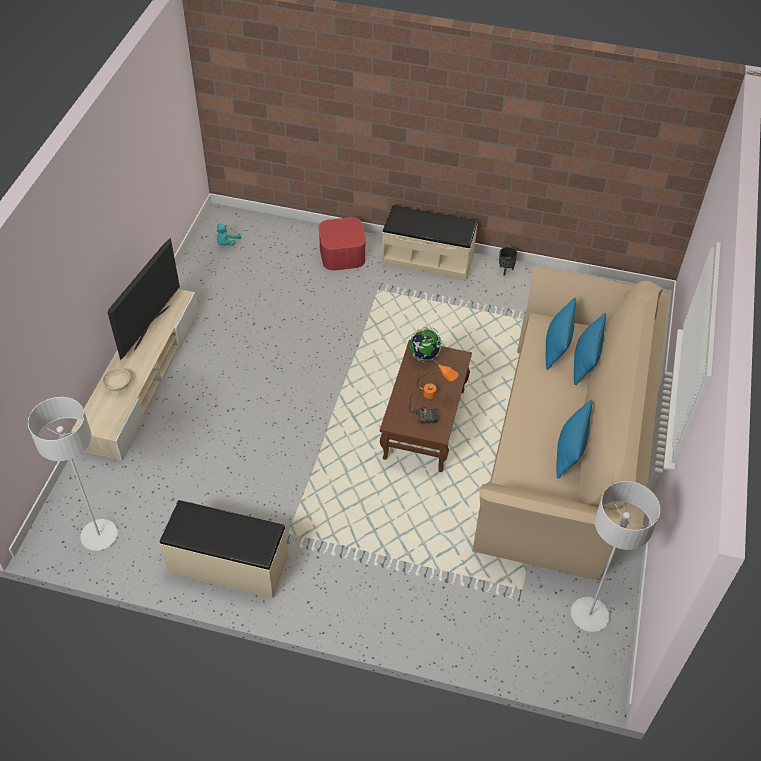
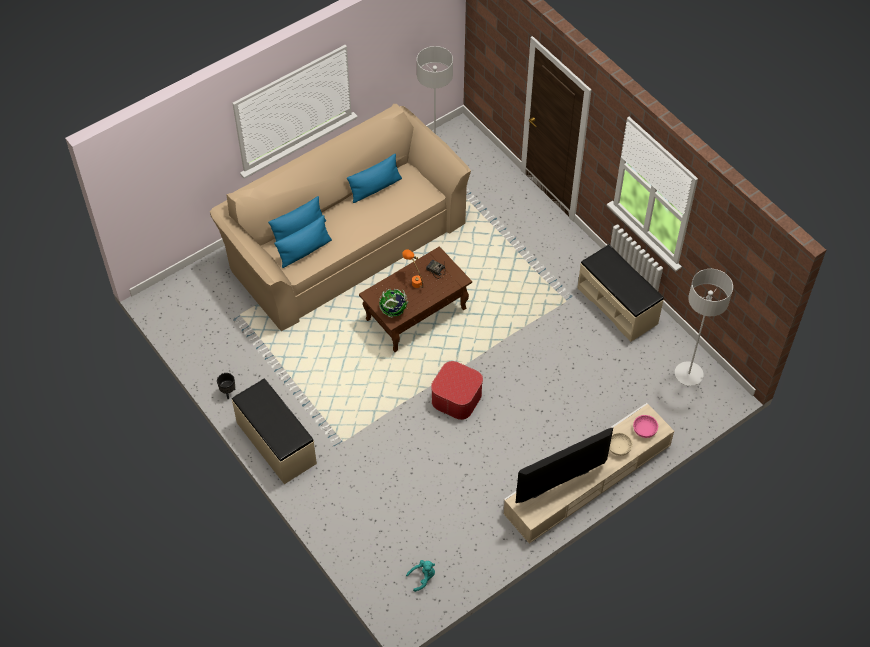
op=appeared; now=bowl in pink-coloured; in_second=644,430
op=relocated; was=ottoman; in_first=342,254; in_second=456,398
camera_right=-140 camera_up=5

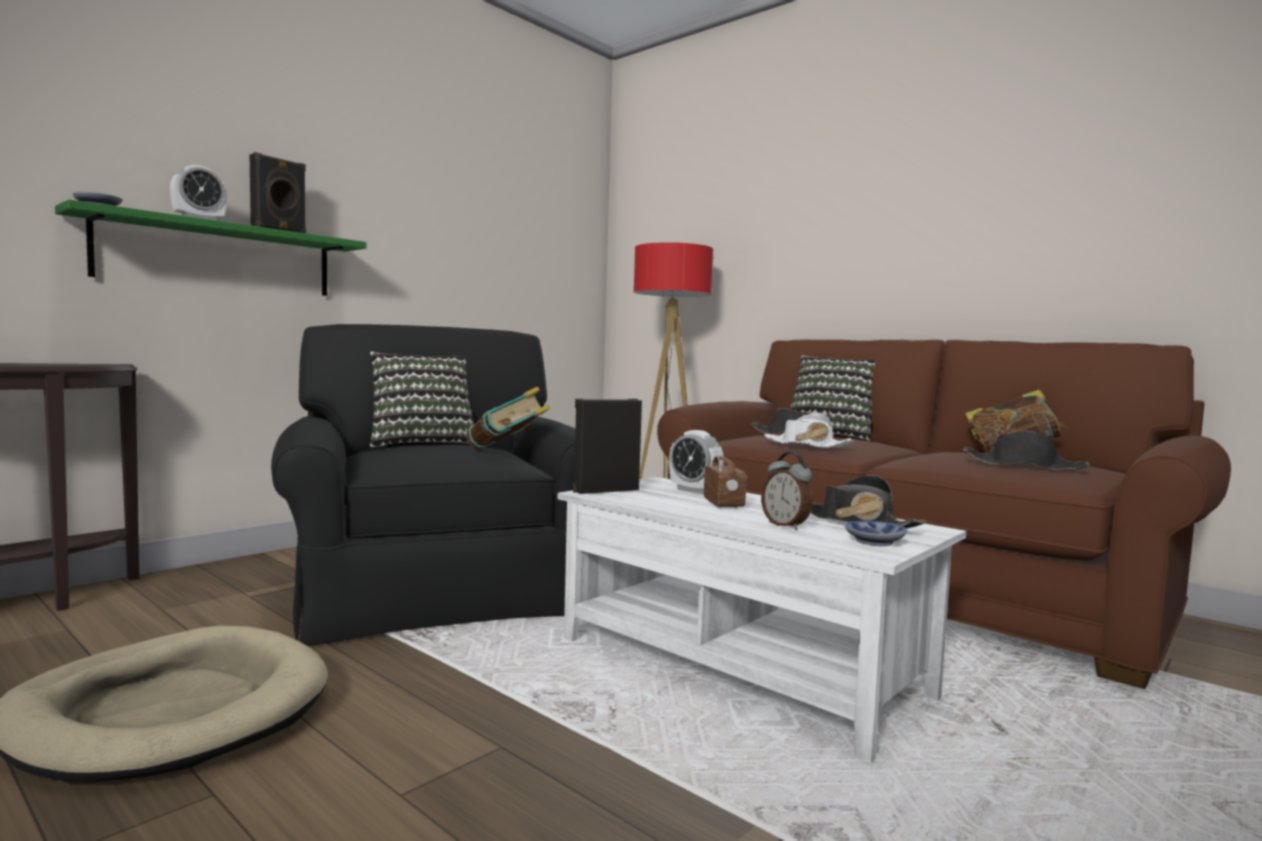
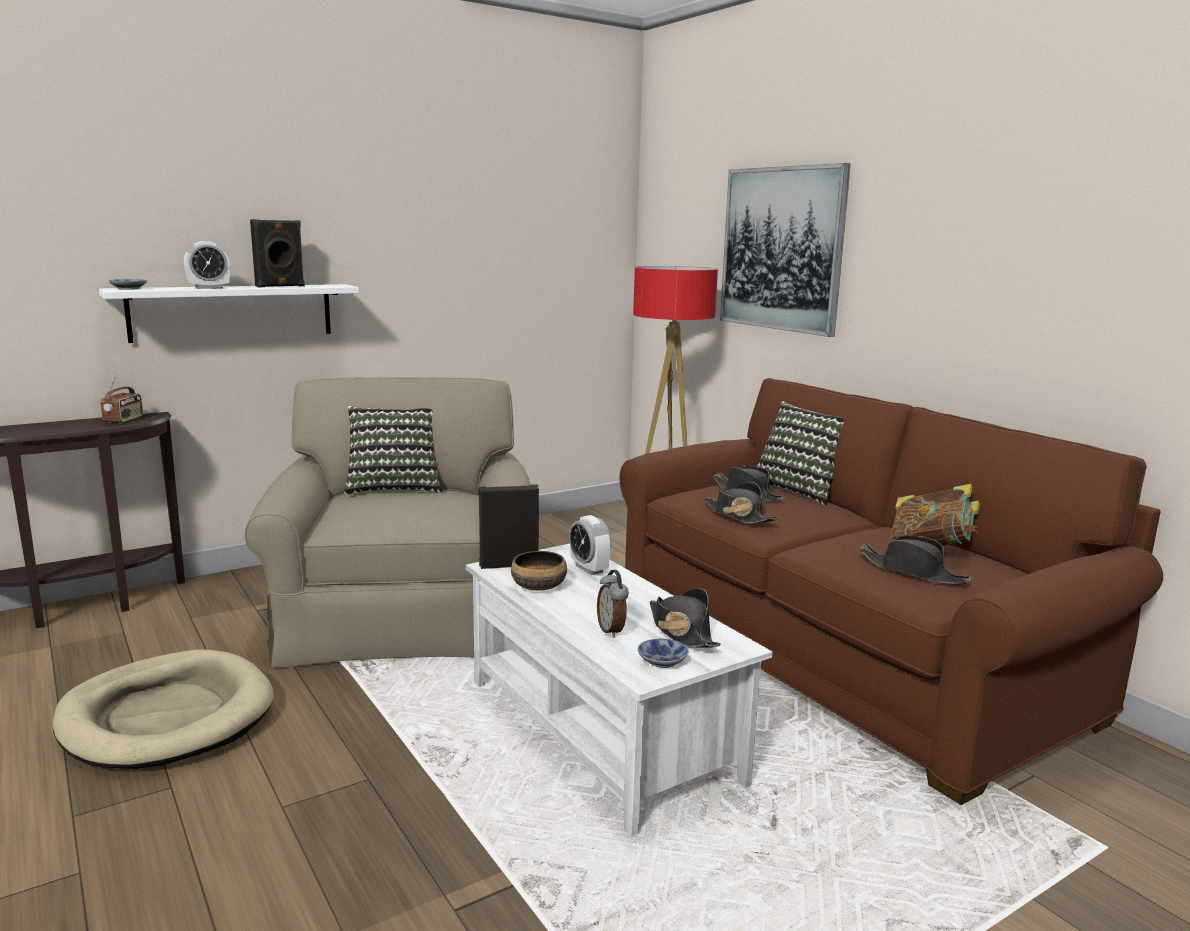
op=missing; was=volume; in_first=506,452
op=appeared; now=bowl; in_second=539,586
op=appeared; now=wall picture; in_second=782,249
op=relocated; was=radio; in_first=724,504; in_second=124,420
op=colour; was=shelf in greenish; now=shelf in white-coloured; in_first=219,257; in_second=232,312
op=colour; was=easy chair in blackish; now=easy chair in sand-coloured; in_first=437,585; in_second=406,611
op=colour; was=clothing hat in white-coloured; now=clothing hat in blackish; in_first=807,445; in_second=738,515
camera_right=15 camera_up=10

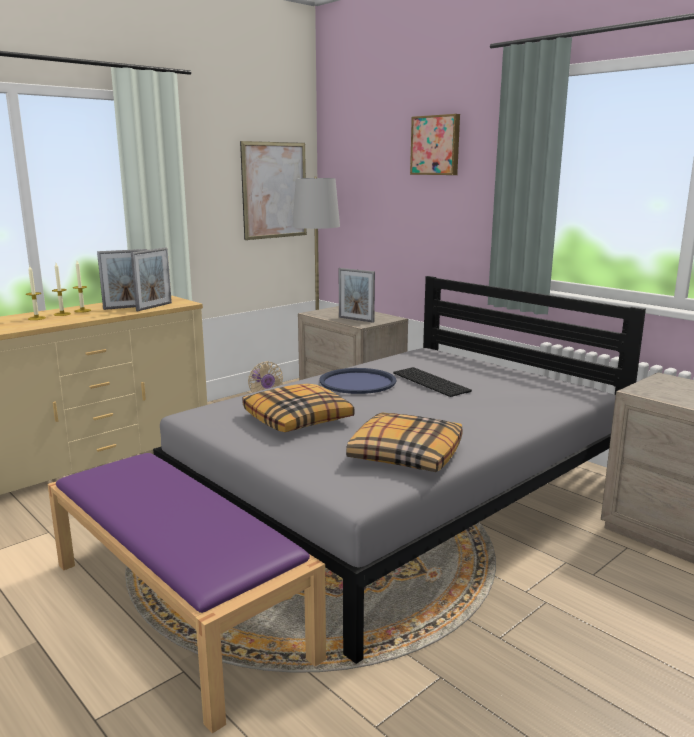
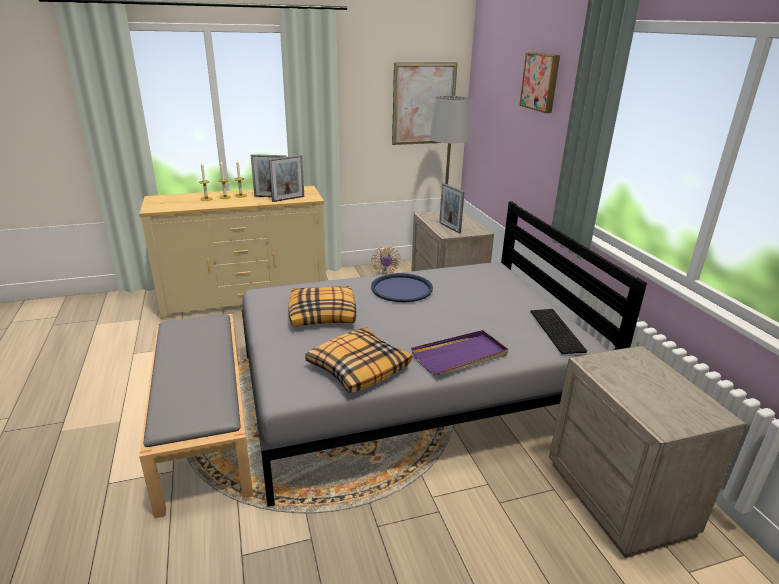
op=appeared; now=carrying tray in purple-coloured; in_second=460,355
op=relocated; was=keyboard; in_first=432,382; in_second=558,331
op=colour; was=indoor bench in purple-coloured; now=indoor bench in gray; in_first=180,608; in_second=205,427
camera_right=25 camera_up=10

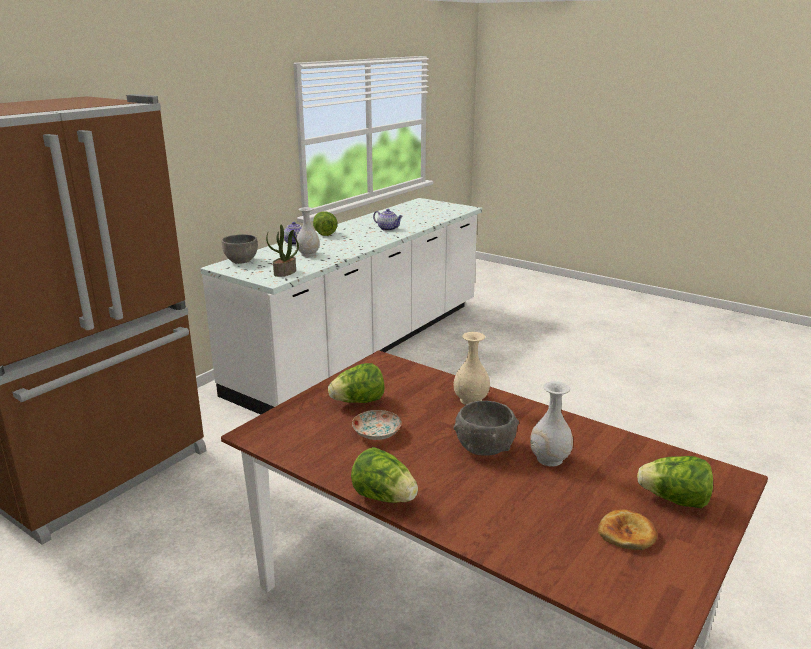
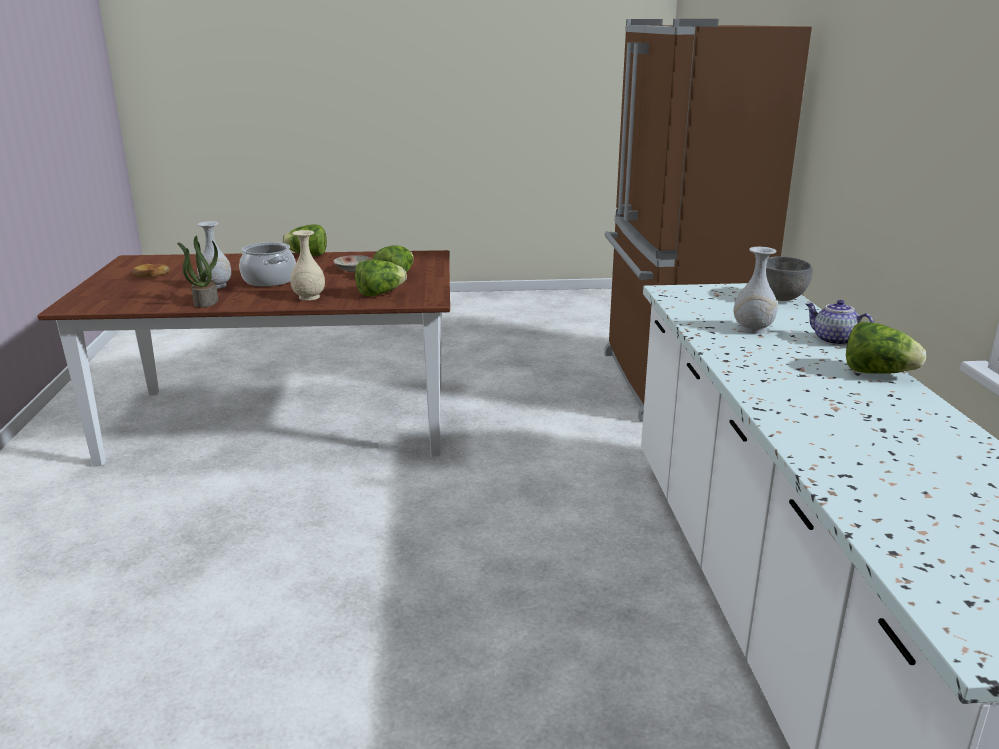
op=missing; was=tea pot; in_first=388,229
op=relocated; was=potted plant; in_first=285,273; in_second=205,301
op=relocated; was=lettuce; in_first=674,500; in_second=379,294
op=exchanged; was=bowl in gray; now=saucepot; in_first=484,447; in_second=269,280
camera_right=140 camera_up=0

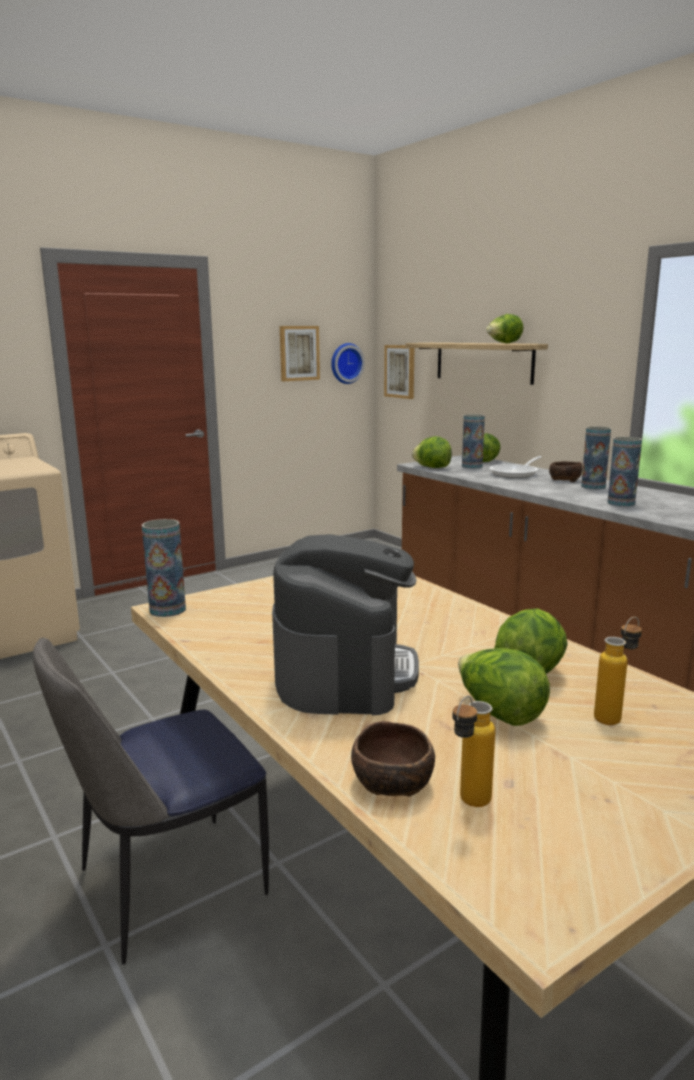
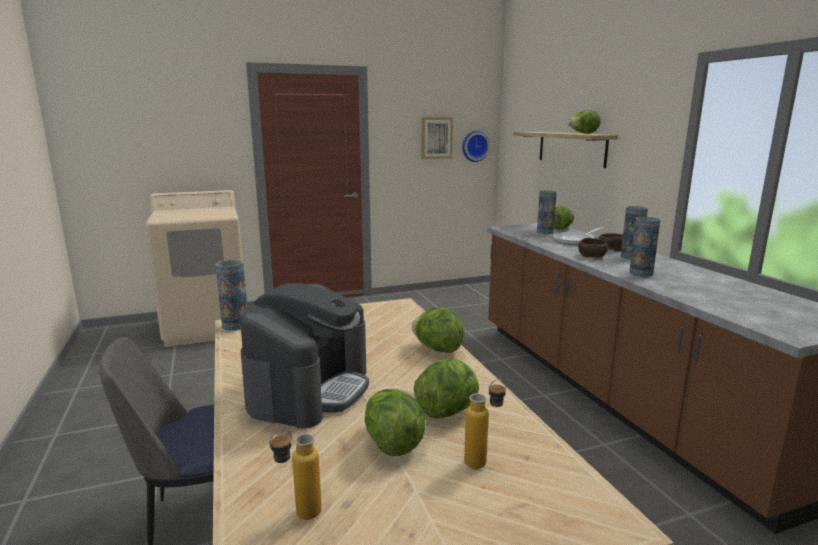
op=missing; was=wall picture; in_first=400,371
op=relocated; was=bowl in brown-coloured; in_first=394,782; in_second=592,256
op=relocated; was=lettuce; in_first=432,467; in_second=437,349
camera_right=15 camera_up=0

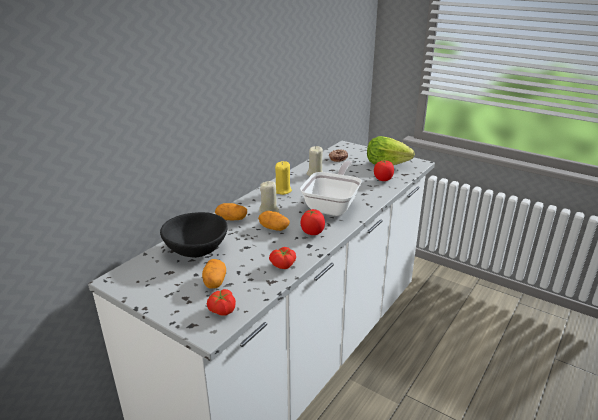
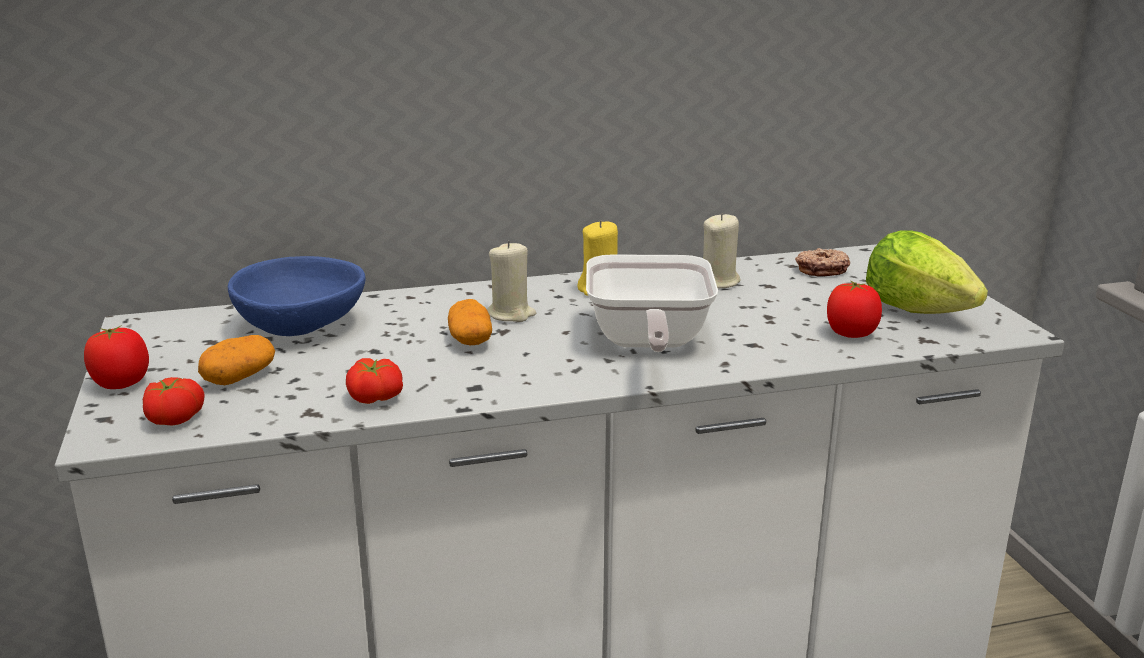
op=missing; was=potato; in_first=231,219
op=relocated; was=fresh tomato; in_first=312,232; in_second=121,384
op=colour; was=bowl in blackish; now=bowl in blue-coloured; in_first=196,250; in_second=300,327
op=spun; was=pan; in_first=333,205; in_second=647,343; clockwise=120
camera_right=40 camera_up=-5

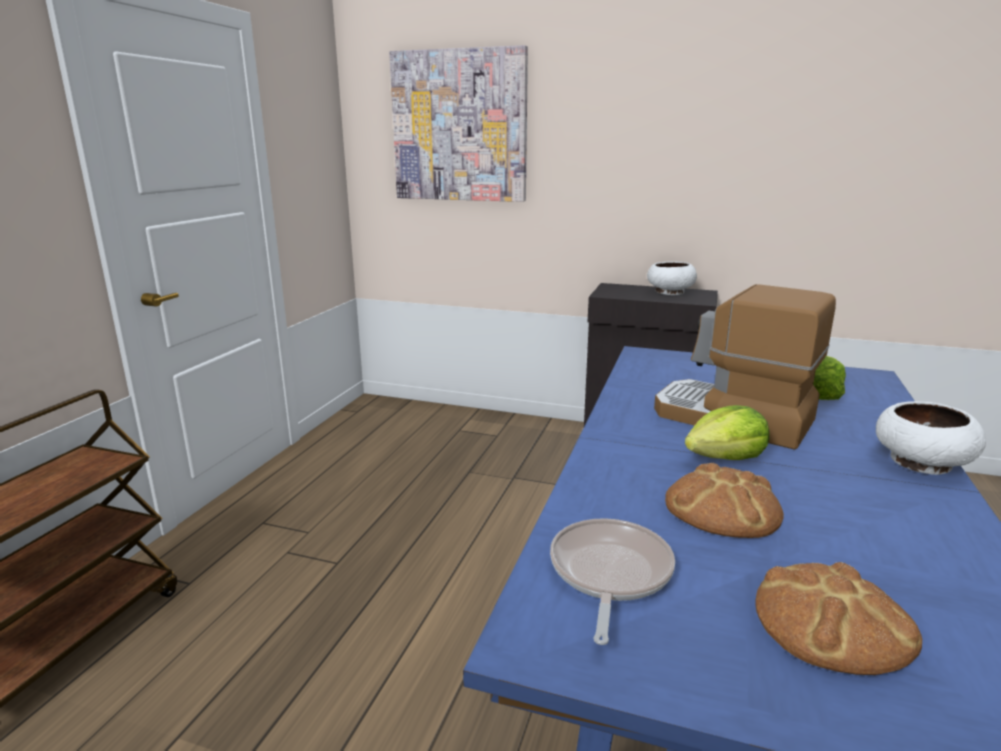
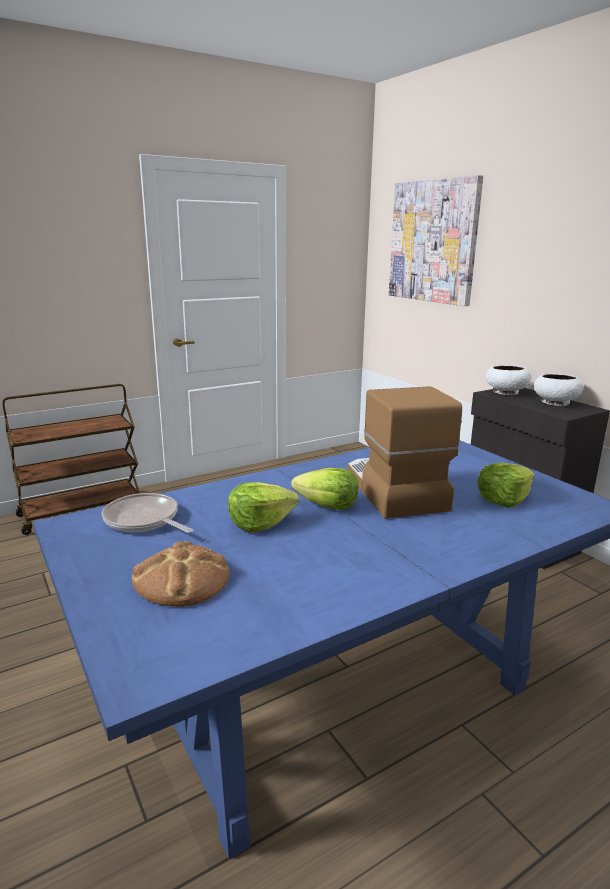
op=relocated; was=bowl in white-coloured; in_first=920,463; in_second=505,392
op=exchanged; was=baked bread; now=lettuce; in_first=722,508; in_second=260,523
op=spun; was=pan; in_first=609,574; in_second=144,520; clockwise=-105
camera_right=40 camera_up=0

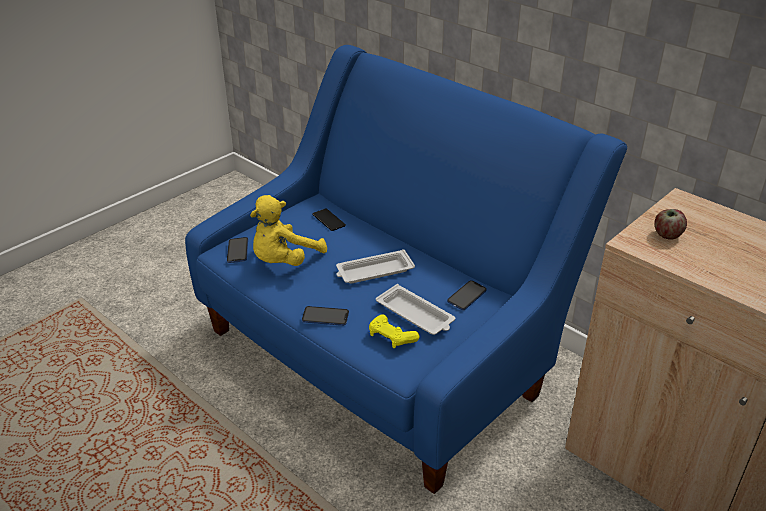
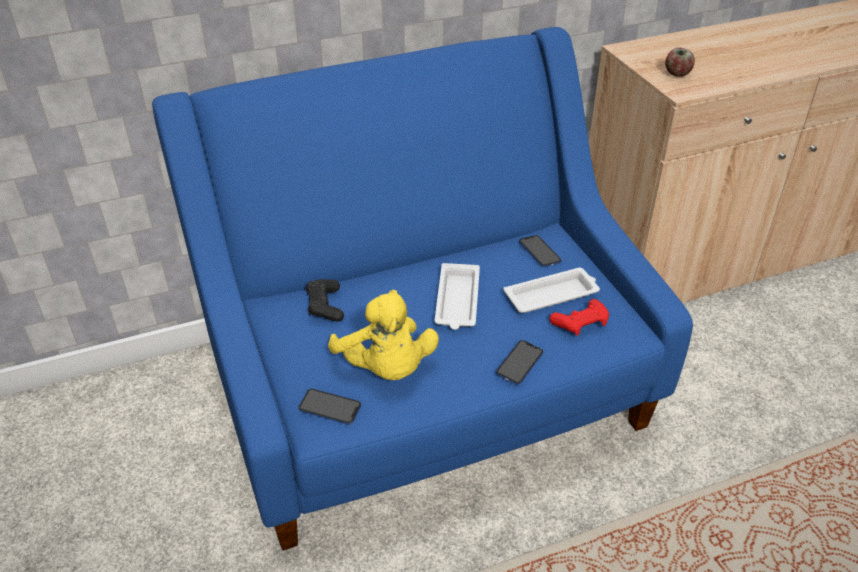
op=exchanged; was=handset; now=gamepad in blackish; in_first=328,220; in_second=325,306
op=colour; was=gamepad in yellow; now=gamepad in reddish; in_first=391,337; in_second=580,323
camera_right=-65 camera_up=5

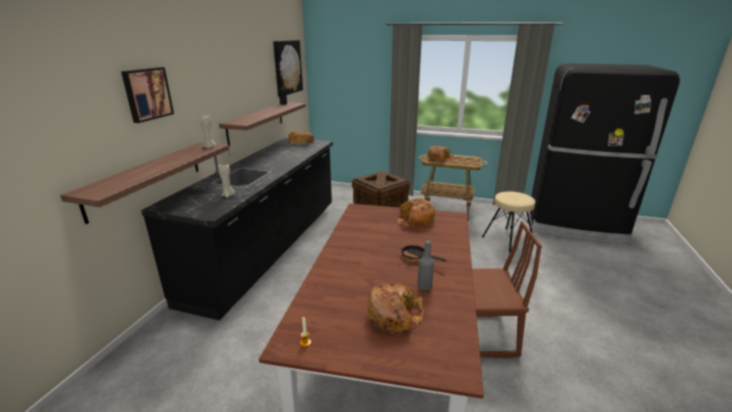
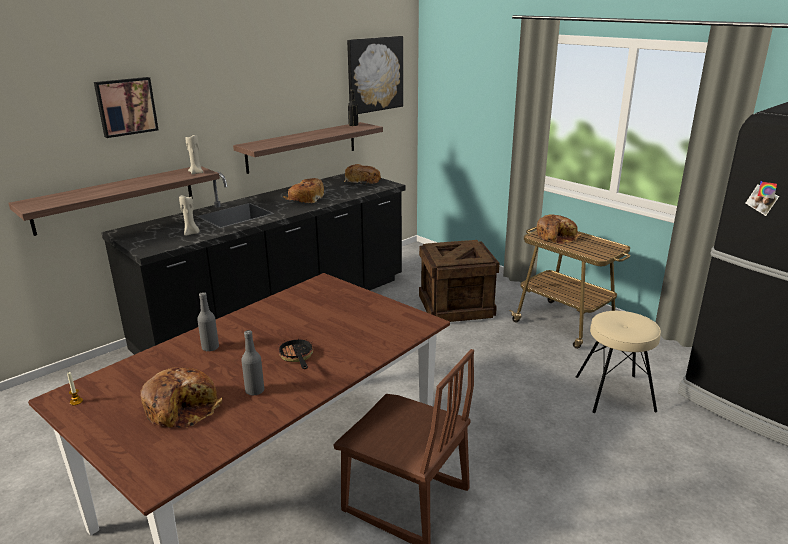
op=appeared; now=bottle in gray; in_second=210,347
op=relocated; was=baked bread; in_first=415,220; in_second=305,198
camera_right=30 camera_up=0

